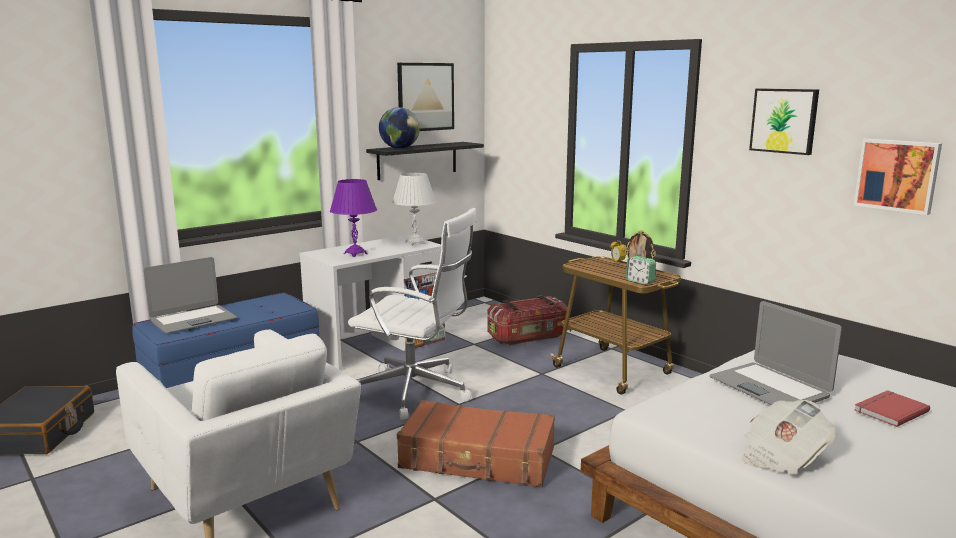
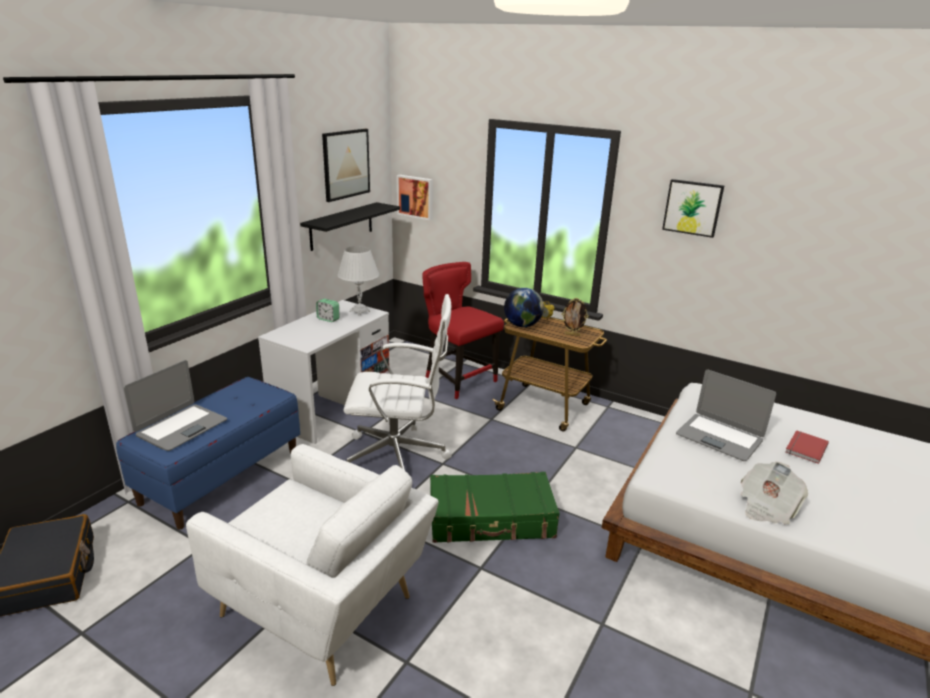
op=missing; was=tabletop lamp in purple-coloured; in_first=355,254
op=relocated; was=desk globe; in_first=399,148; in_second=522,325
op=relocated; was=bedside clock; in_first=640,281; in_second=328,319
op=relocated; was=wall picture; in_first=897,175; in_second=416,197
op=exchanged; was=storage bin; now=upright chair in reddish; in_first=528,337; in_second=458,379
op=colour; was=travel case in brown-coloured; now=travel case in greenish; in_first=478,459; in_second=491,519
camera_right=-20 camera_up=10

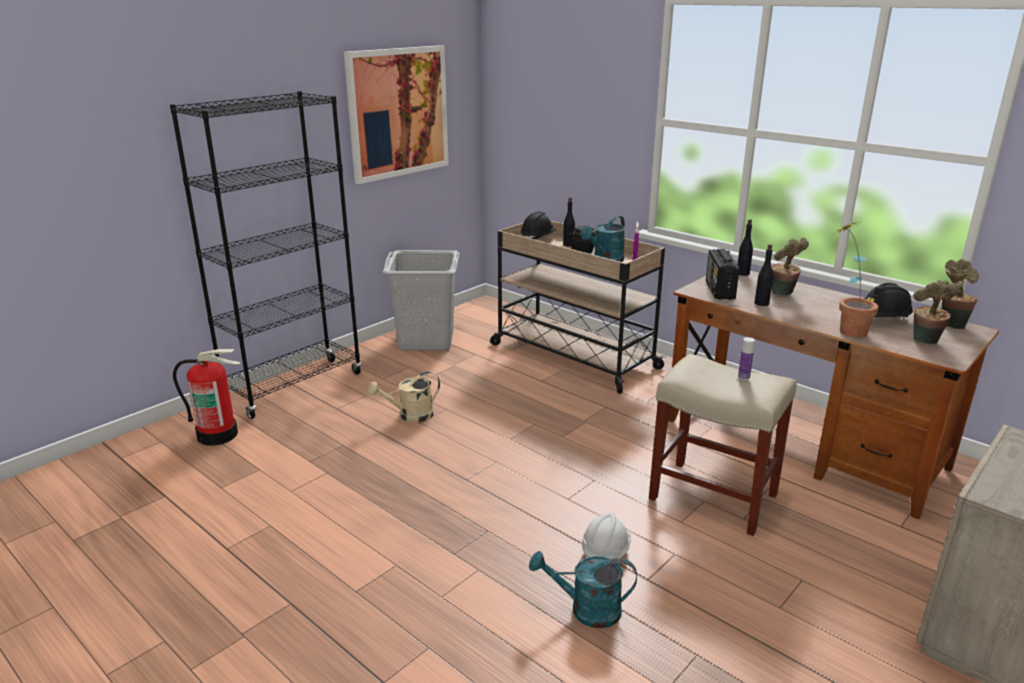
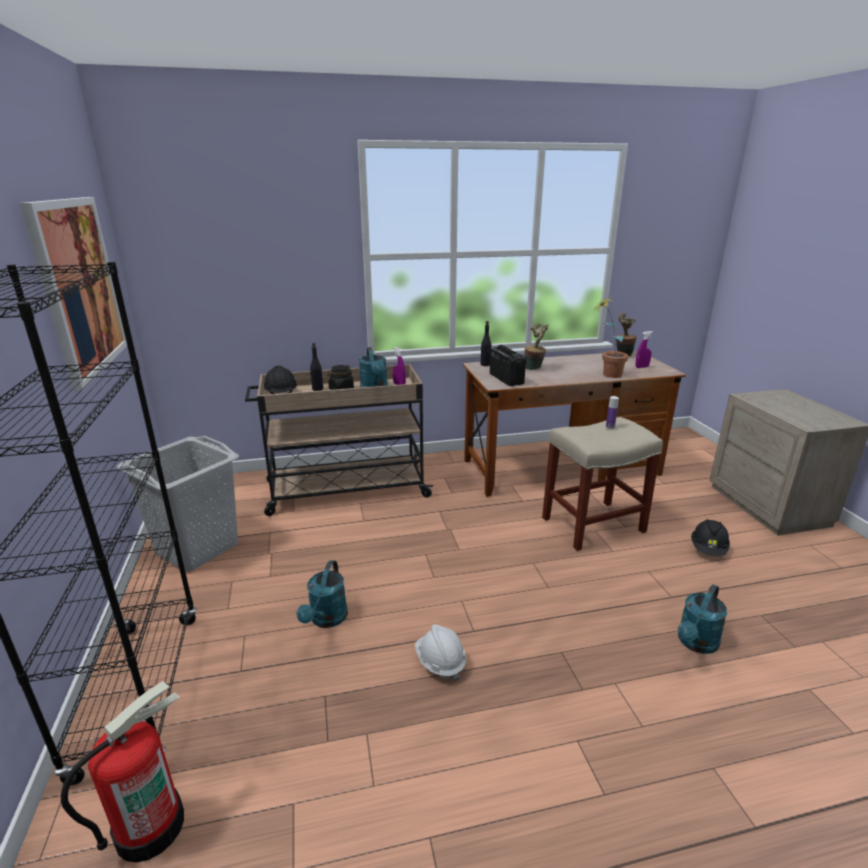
op=missing; was=bottle in blackish; in_first=761,303
op=relocated; was=work helmet in white-coloured; in_first=605,552; in_second=440,662
op=relocated; was=work helmet in blackish; in_first=882,319; in_second=708,549
op=exchanged; was=potted plant; now=sprayer in purple-coloured; in_first=925,342; in_second=642,367
op=colour; was=watering pot in sand-coloured; now=watering pot in turquoise; in_first=410,416; in_second=326,620
op=spun; was=radio; in_first=720,290; in_second=506,379; clockwise=-150
camera_right=-55 camera_up=0

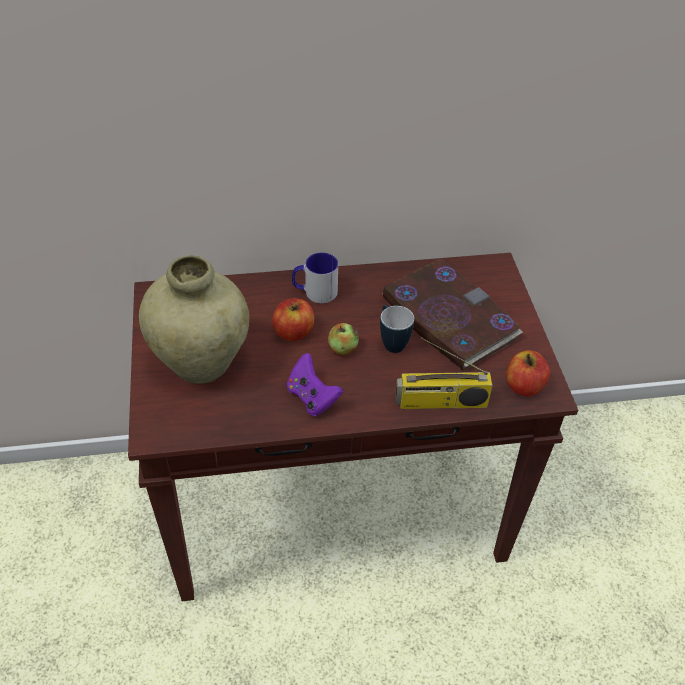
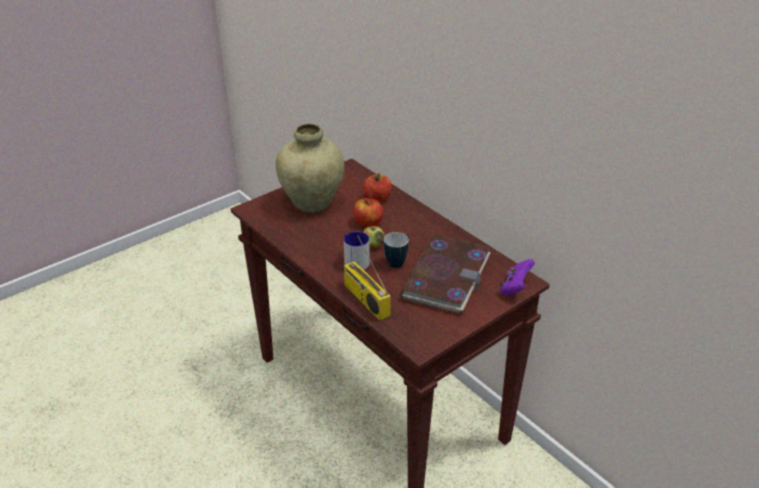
op=relocated; was=gamepad in purple-coloured; in_first=312,398; in_second=515,288
op=relocated; was=coffee mug; in_first=314,292; in_second=354,260
op=relocated; was=whole apple; in_first=524,386; in_second=377,198
camera_right=60 camera_up=-10

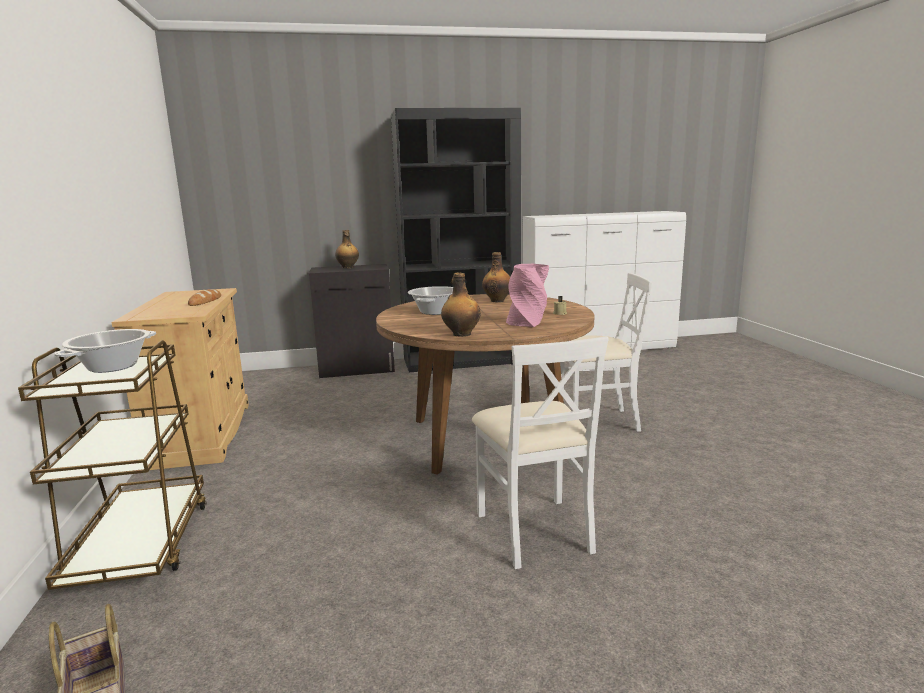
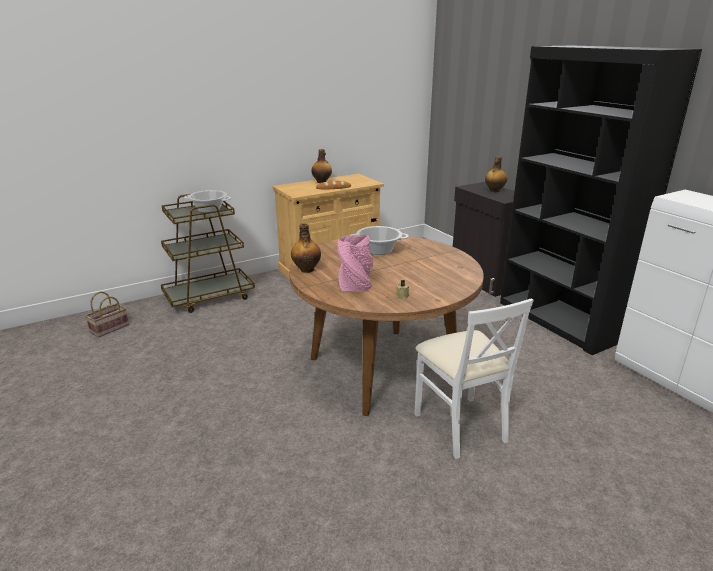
op=missing; was=upright chair in white-coloured; in_first=535,530
op=relocated; was=bottle; in_first=497,301; in_second=322,182
camera_right=70 camera_up=10

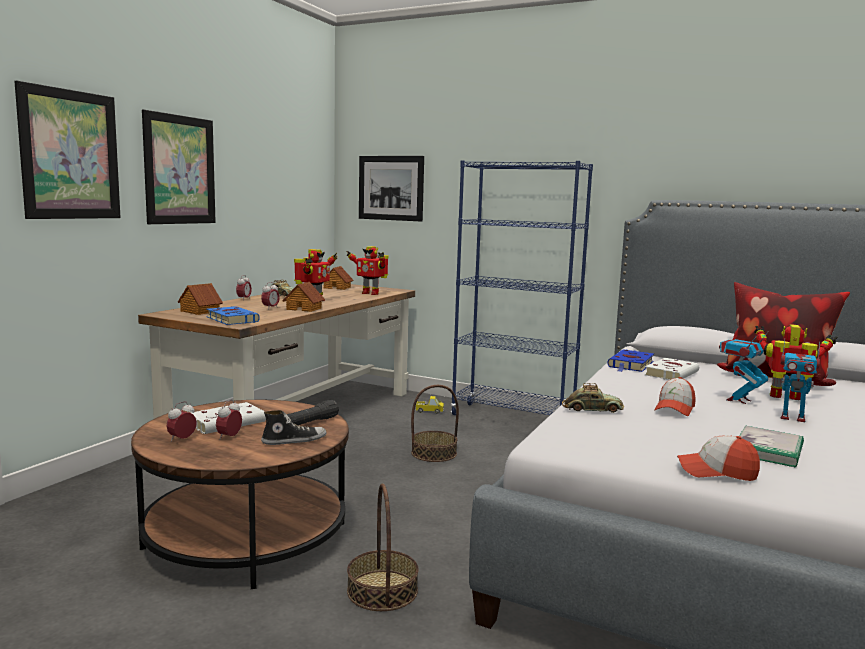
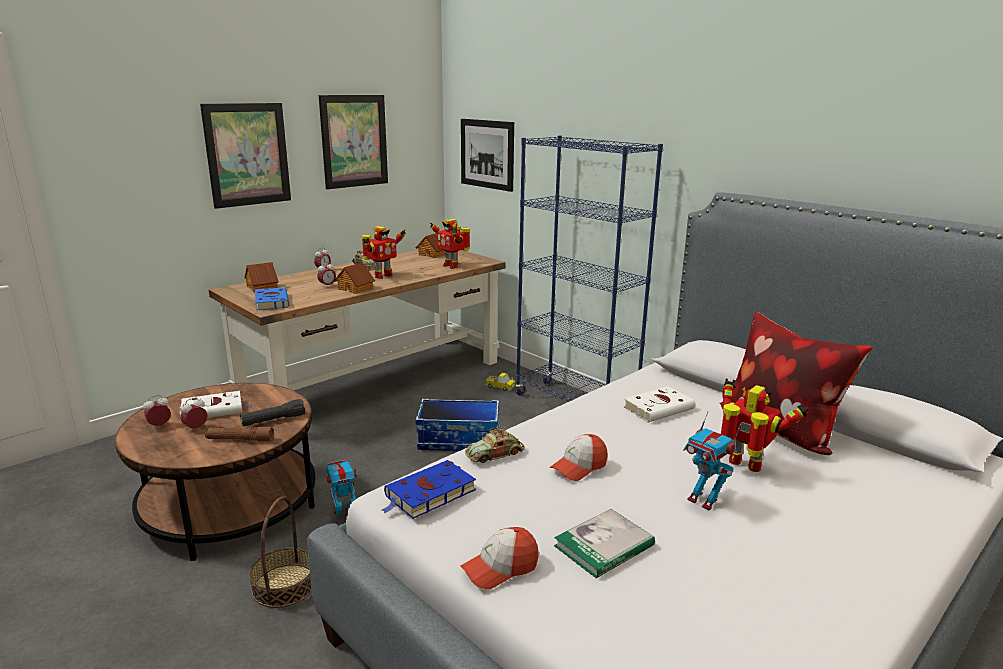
op=relocated; was=wall picture; in_first=70,155; in_second=354,141
op=relocated; was=volume in blue-coloured; in_first=630,365; in_second=428,494
op=relocated; was=toy robot; in_first=738,400; in_second=344,514
op=exchanged; was=shoe; now=torch in brown-coloured; in_first=294,440; in_second=240,440
op=exchanged; was=basket; now=storage bin; in_first=434,453; in_second=459,440
op=spun; was=model car; in_first=592,409; in_second=495,454; clockwise=120
op=spun; was=baseball cap; in_first=716,472; in_second=500,568; clockwise=-60
camera_right=20 camera_up=10

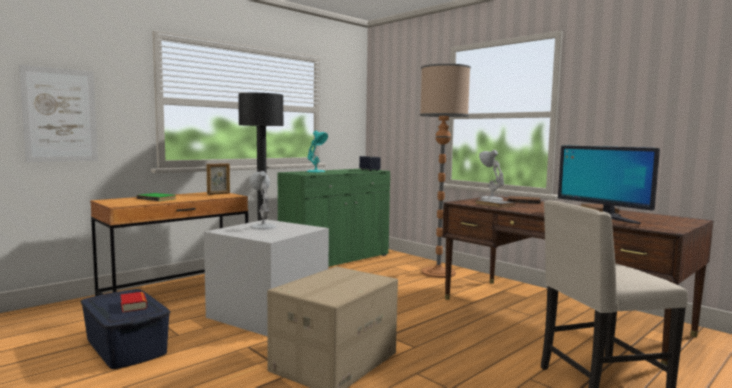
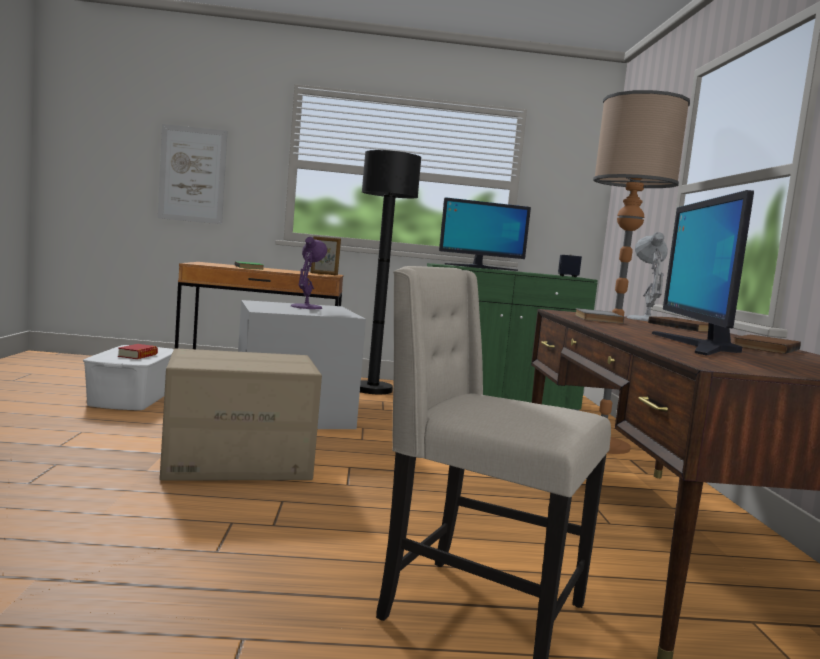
op=exchanged; was=tabletop lamp in turquoise; now=computer screen; in_first=316,171; in_second=479,267
op=colour; was=storage bin in blue-coloured; now=storage bin in white-coloured; in_first=125,347; in_second=131,397
op=colour; was=tabletop lamp in white-coloured; now=tabletop lamp in purple-coloured; in_first=262,226; in_second=307,307
camera_right=40 camera_up=0

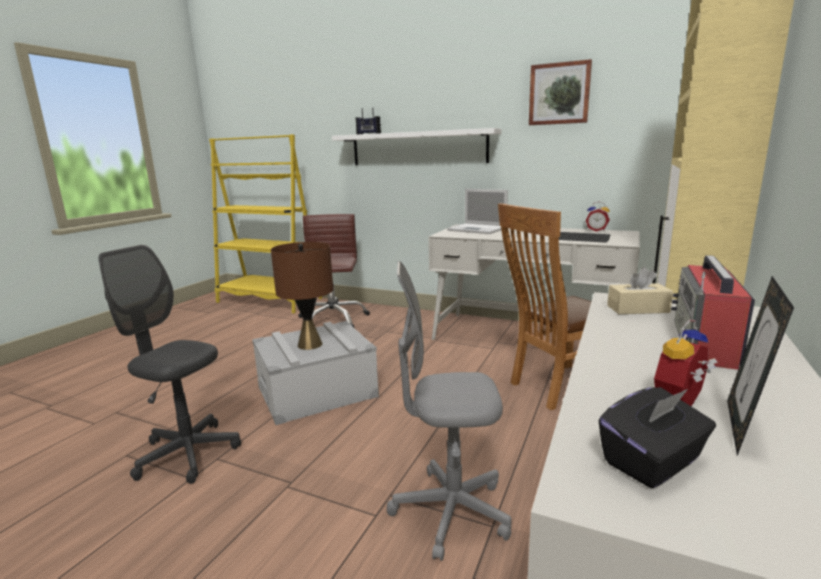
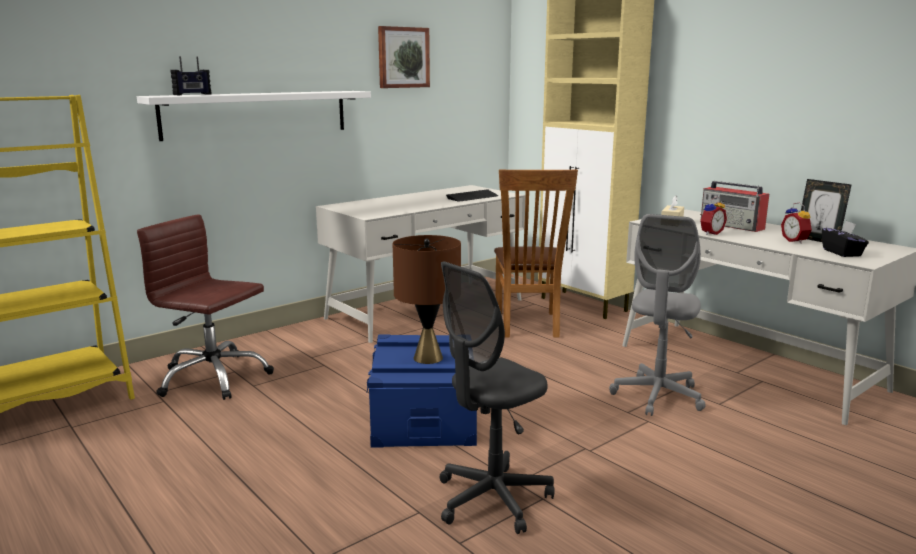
op=missing; was=notebook computer; in_first=478,229
op=relocated; was=bedside clock; in_first=596,230; in_second=710,233
op=colour; was=storage bin in gray; now=storage bin in blue-coloured; in_first=317,392; in_second=424,416
camera_right=-65 camera_up=0

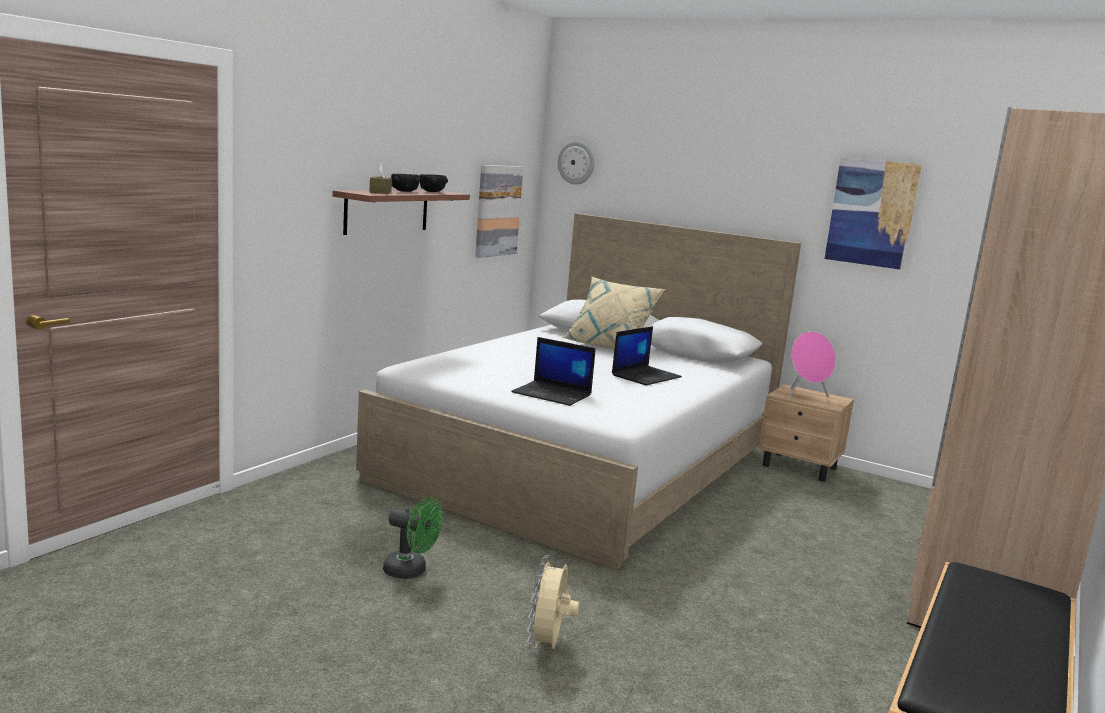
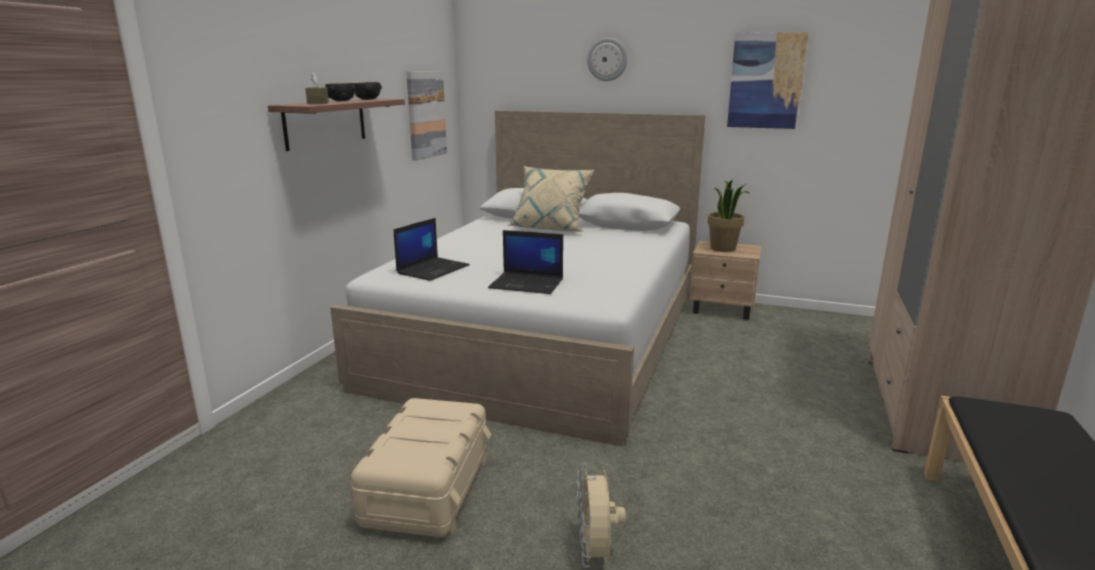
op=relocated; was=wall clock; in_first=576,163; in_second=607,59
op=relocated; was=notebook computer; in_first=646,376; in_second=433,269
op=exchanged; was=electric fan in greenish; now=storage bin in sand-coloured; in_first=411,571; in_second=426,490
op=exchanged; was=audio speaker in pink-coloured; now=potted plant; in_first=805,396; in_second=723,248
camera_right=-10 camera_up=5

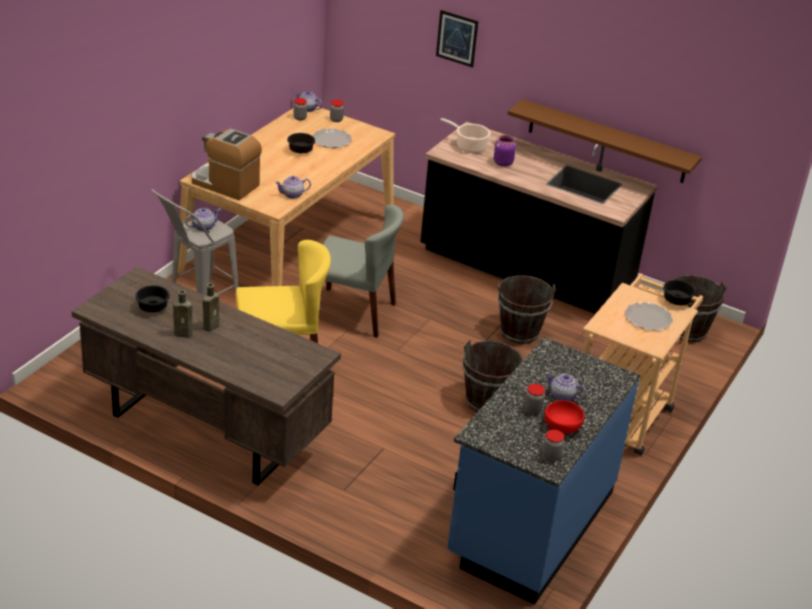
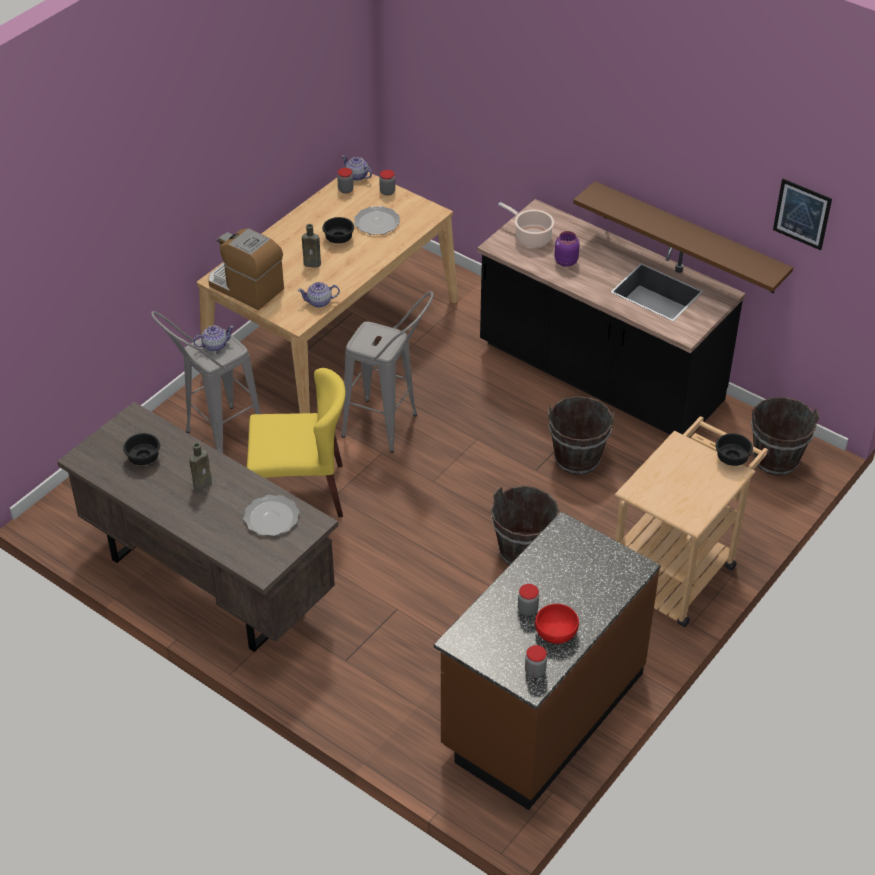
op=missing; was=tea pot; in_first=563,396
op=relocated; was=bottle in brown-coloured; in_first=184,334; in_second=313,264
op=relocated; was=wall picture; in_first=457,38; in_second=802,214
op=relocated; was=flat dish; in_first=648,319; in_second=271,518
op=exchanged; was=upright chair in gray; now=stool in gray; in_first=352,312; in_second=390,429
op=colour; was=kitchen counter in blue-coloured; now=kitchen counter in brown-coloured; in_first=529,524; in_second=541,711
camera_right=10 camera_up=10

